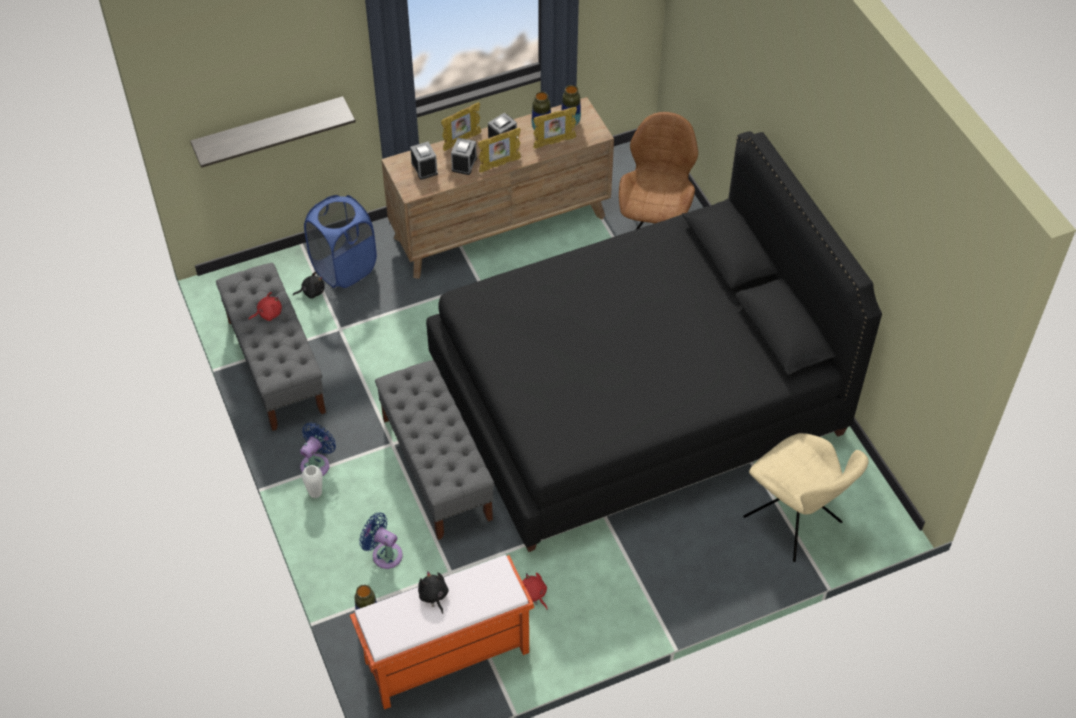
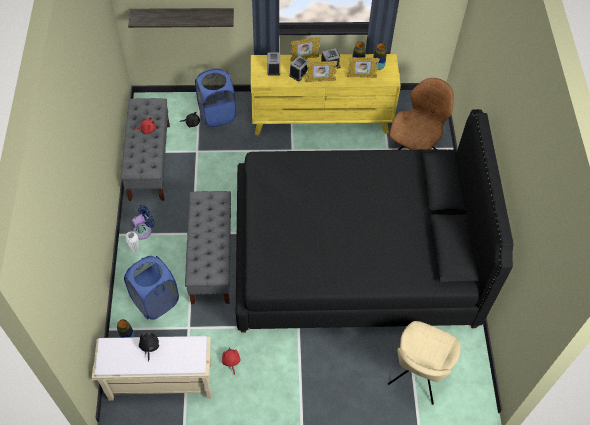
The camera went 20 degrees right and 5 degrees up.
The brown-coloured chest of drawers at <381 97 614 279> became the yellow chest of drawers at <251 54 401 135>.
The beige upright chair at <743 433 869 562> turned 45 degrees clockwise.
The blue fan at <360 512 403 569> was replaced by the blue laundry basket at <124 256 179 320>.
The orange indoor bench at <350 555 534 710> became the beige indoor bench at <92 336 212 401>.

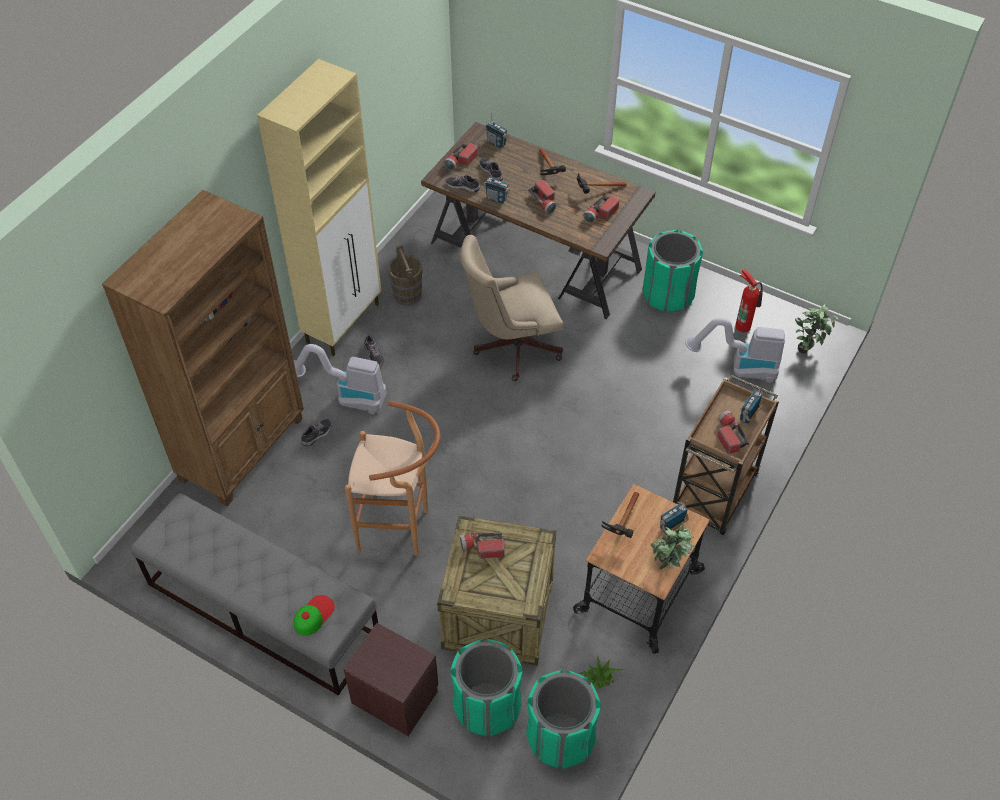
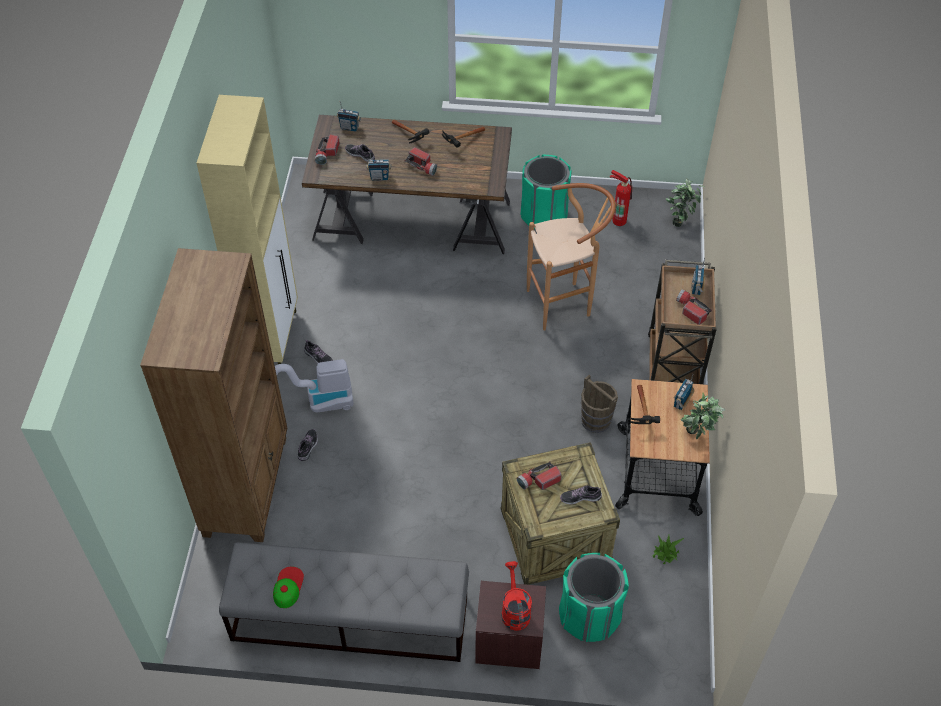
The camera went 25 degrees left and 0 degrees up.
The shoe moved from <446 174 480 192> to <560 486 602 504>.
The flashlight at <583 195 619 223> disappeared.
The beige office chair at <460 235 563 381> disappeared.
The brown-coloured water bucket moved from <388 245 422 306> to <581 375 618 433>.
The vacuum at <685 317 785 383> disappeared.
The brown-coloured sitting stool moved from <345 401 441 556> to <527 183 616 331>.
The cap moved from <294 595 335 636> to <273 566 304 608>.
The green trash can at <526 670 601 769> disappeared.
The reddish watering pot at <502 561 532 631> appeared.

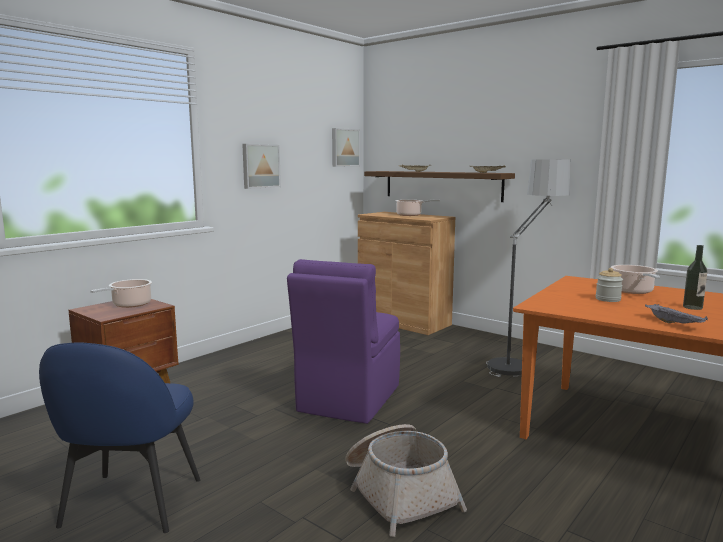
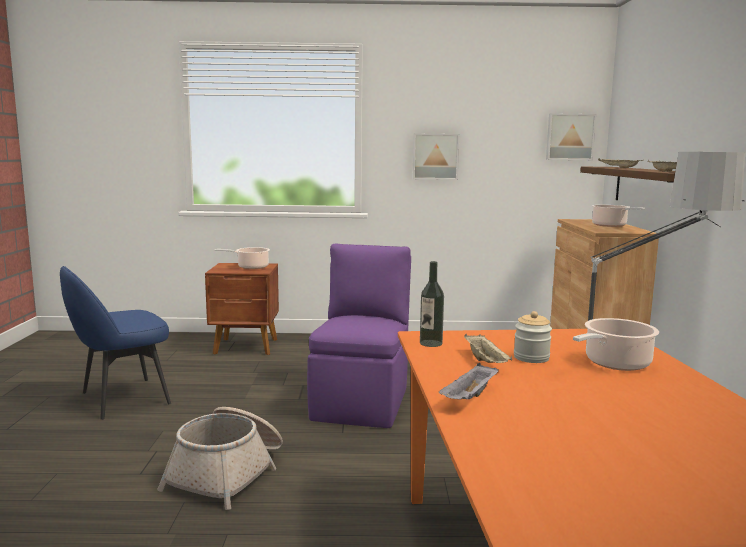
The camera went 50 degrees right and 0 degrees up.
The drink bottle moved from <683 245 707 310> to <420 261 444 347>.
The purple-coloured upright chair at <287 259 400 424> turned 120 degrees clockwise.
The beige tray at <464 334 512 363> appeared.

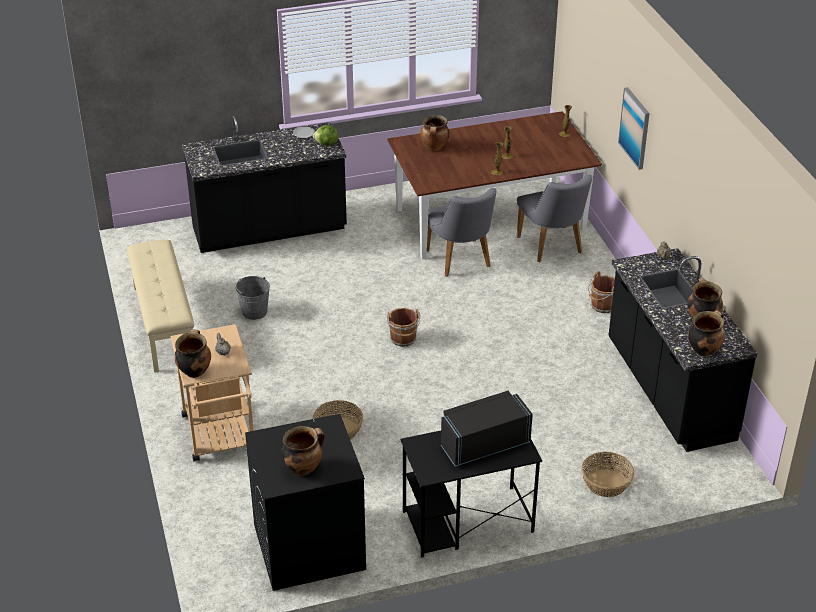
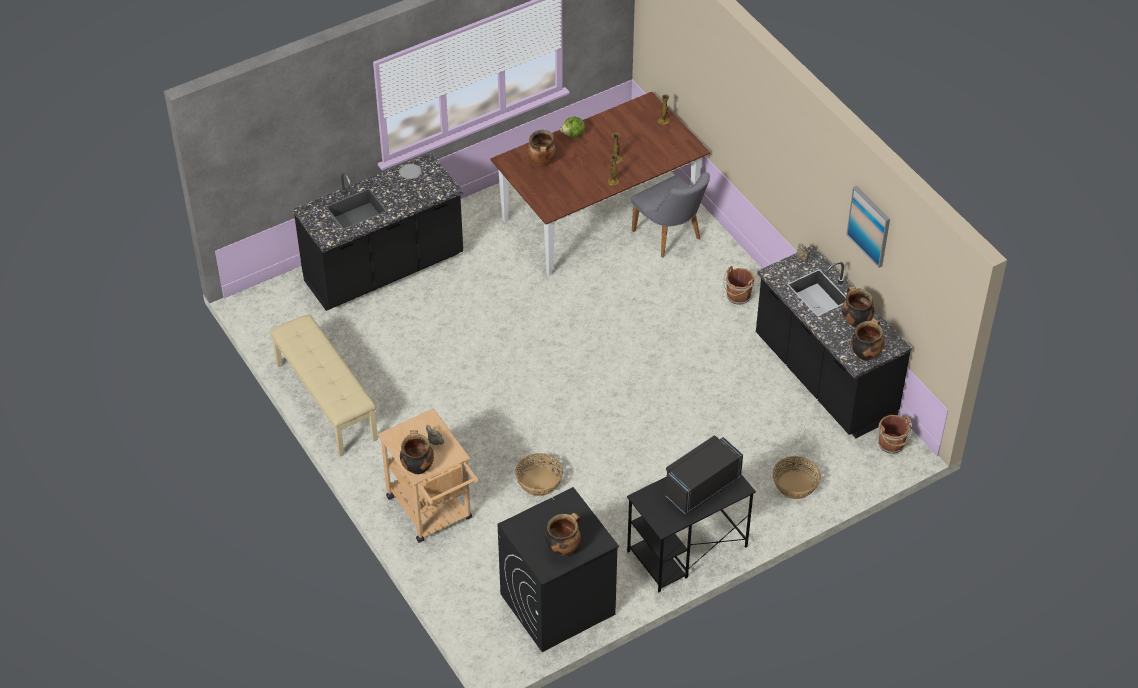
The camera went 15 degrees left and 10 degrees up.
The wall art moved from <618 87 650 170> to <846 186 890 268>.
The lettuce moved from <313 125 338 146> to <560 117 585 138>.
The greyish upright chair at <427 188 497 277> disappeared.
The greyish water bucket at <235 276 270 320> disappeared.
The brown-coloured water bucket moved from <387 308 420 347> to <878 415 912 454>.

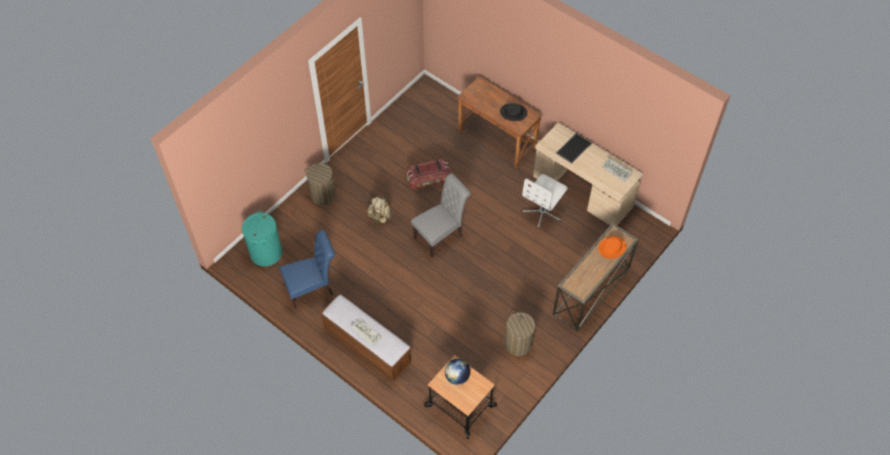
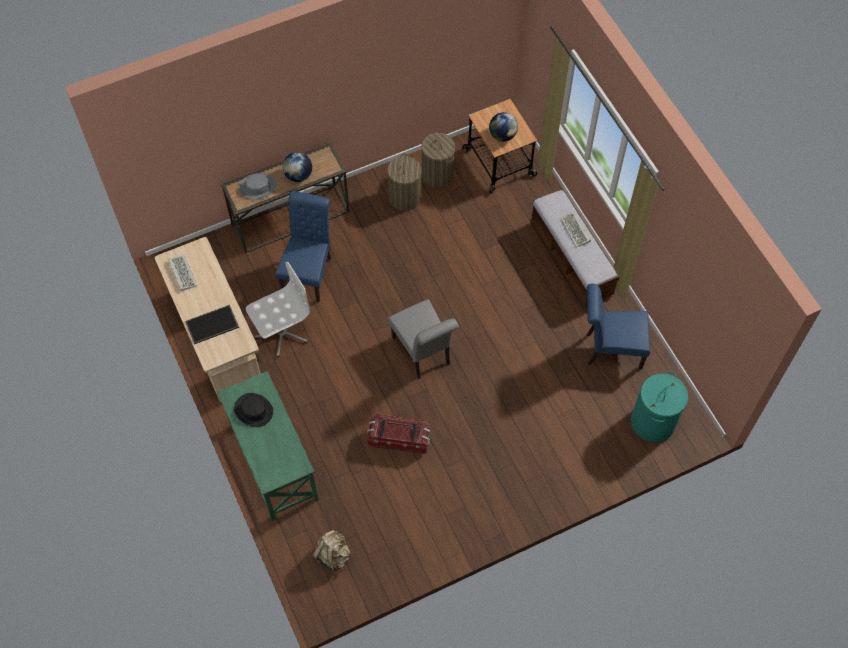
The camera went 155 degrees left and 5 degrees up.
The brown-coloured desk table at <457 76 543 168> became the green desk table at <217 371 319 521>.
The laundry basket moved from <305 163 336 205> to <421 133 455 187>.
The greyish upright chair at <411 173 471 258> turned 105 degrees counterclockwise.
The beige backpack moved from <367 196 392 225> to <312 530 351 574>.
The orange hat at <598 236 626 259> became the greyish hat at <239 173 276 199>.
The globe at <282 152 312 182> appeared.
The blue upright chair at <275 191 332 302> appeared.

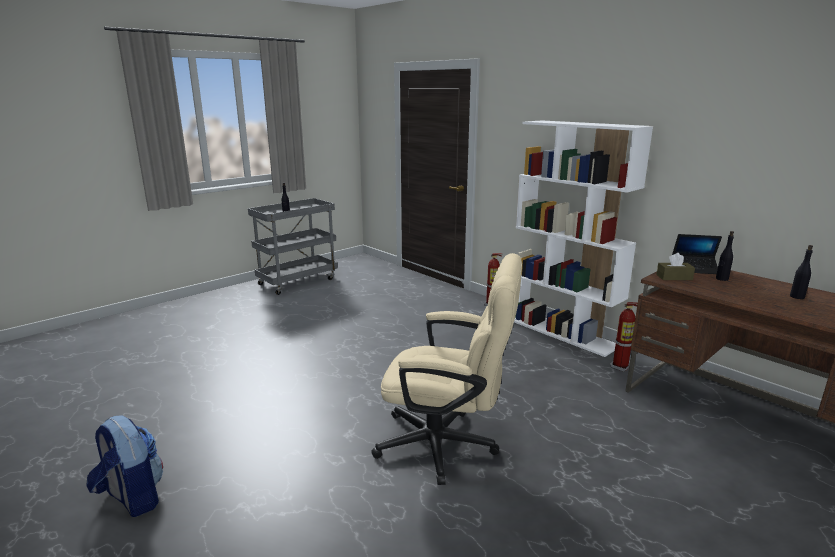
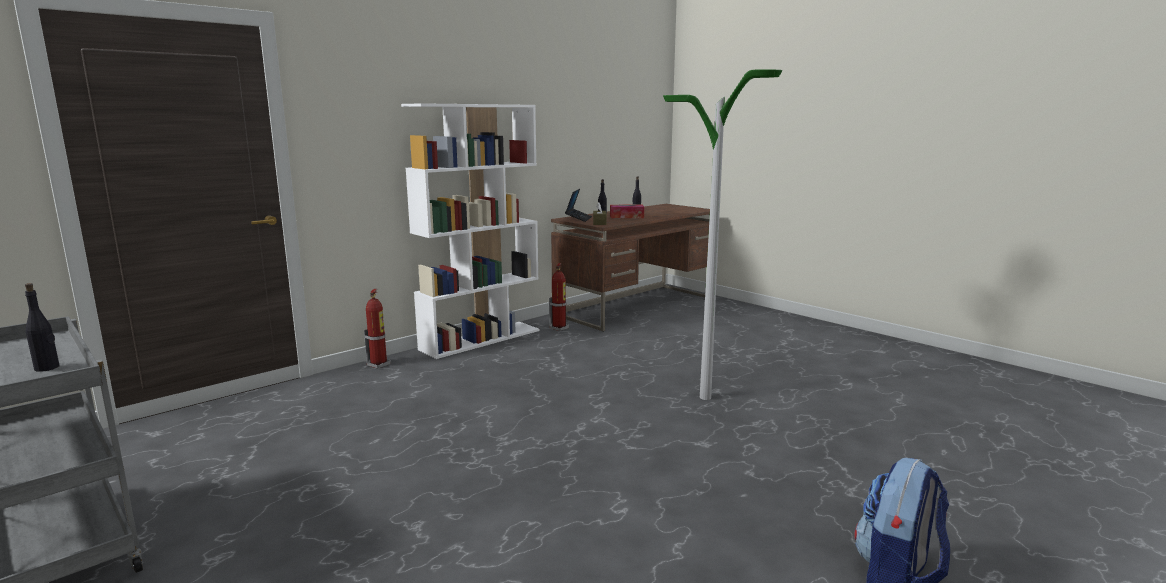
The camera went 90 degrees left and 5 degrees down.
The beige office chair at <371 253 522 485> was replaced by the floor lamp at <663 70 782 400>.
The box of tissues at <610 205 644 218> appeared.

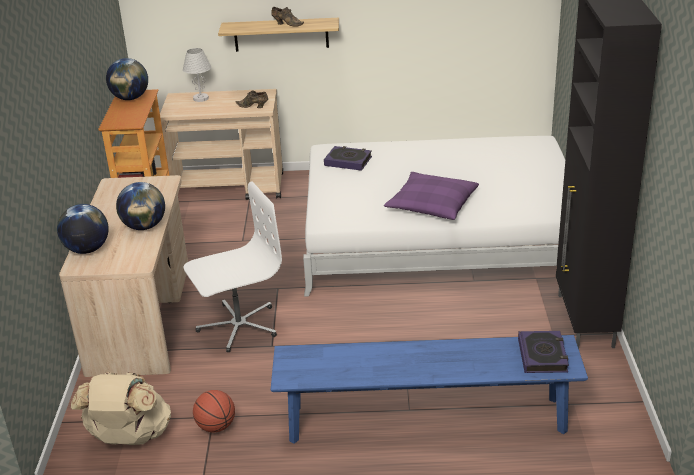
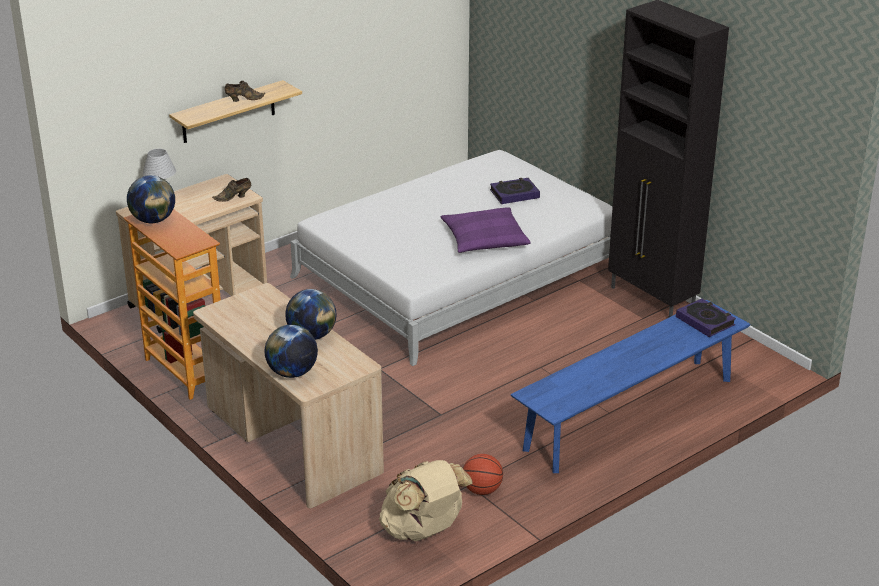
The camera went 40 degrees left and 0 degrees up.
The volume moved from <324 146 372 171> to <490 178 540 204>.
The white-coloured office chair at <184 181 282 353> disappeared.

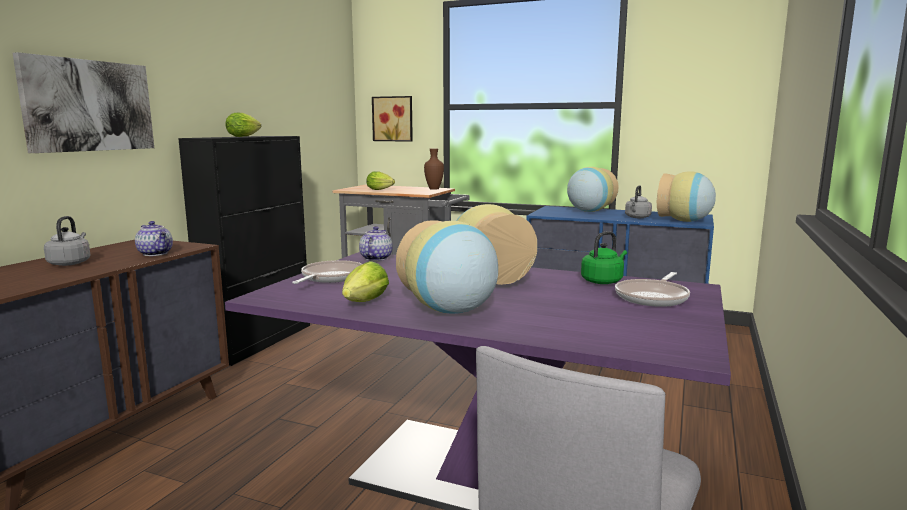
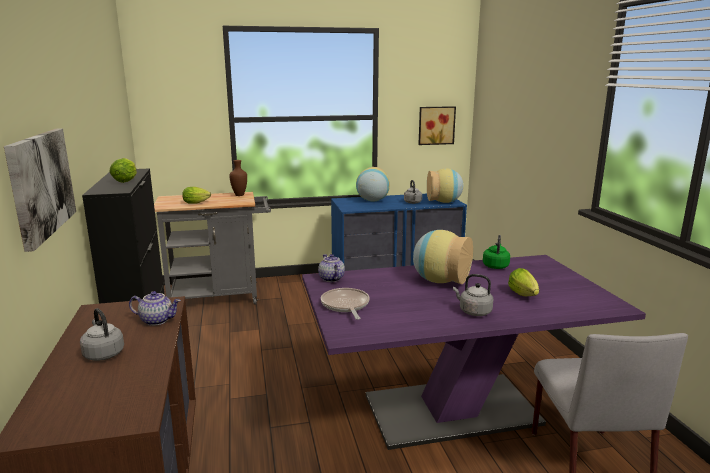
The camera went 35 degrees left and 5 degrees up.
The wall art moved from <372 96 413 142> to <418 106 456 145>.
The flower vase at <396 220 498 314> was replaced by the greyish kettle at <453 274 493 316>.
The lettuce moved from <342 261 389 302> to <508 268 539 296>.
The frying pan at <615 272 690 307> disappeared.

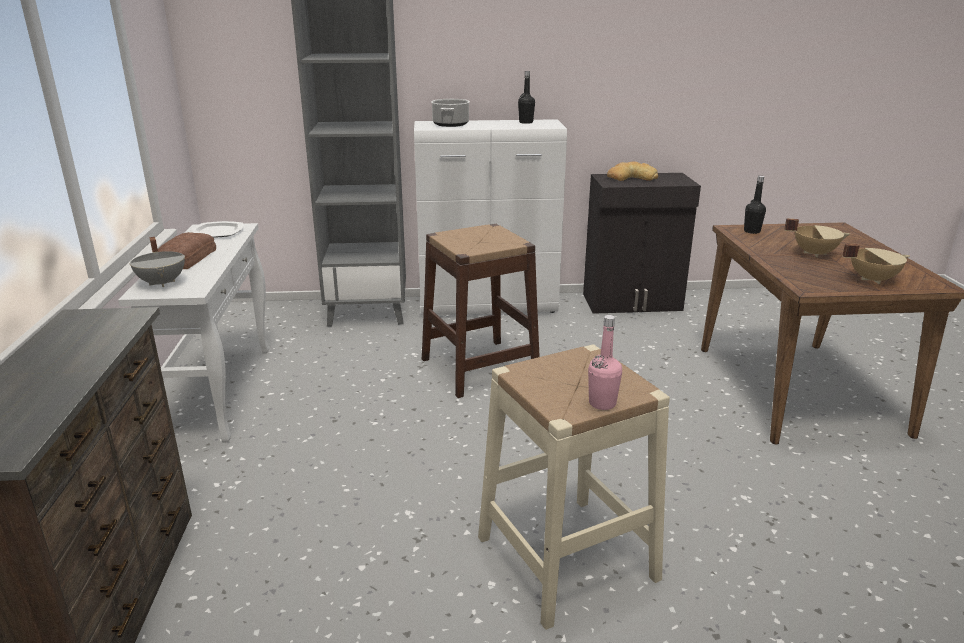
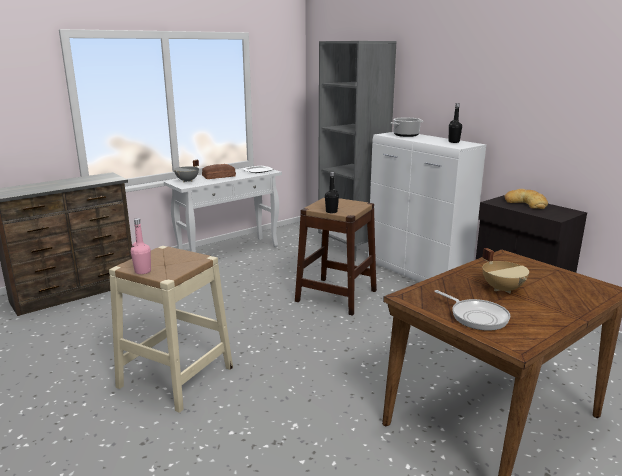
The camera went 55 degrees right and 5 degrees down.
The blackish drink bottle moved from <744 176 766 234> to <325 172 339 213>.
The beige cooking pot at <842 244 909 284> was replaced by the frying pan at <435 290 510 331>.

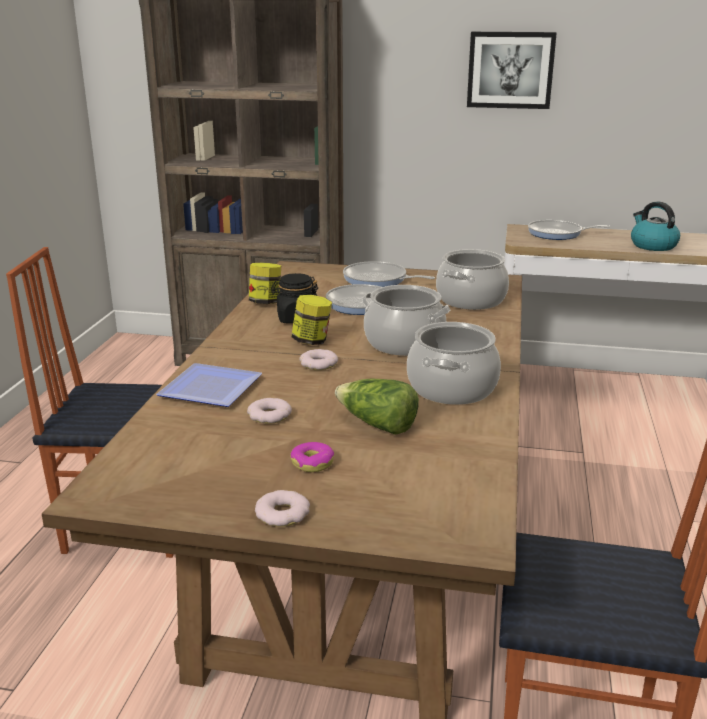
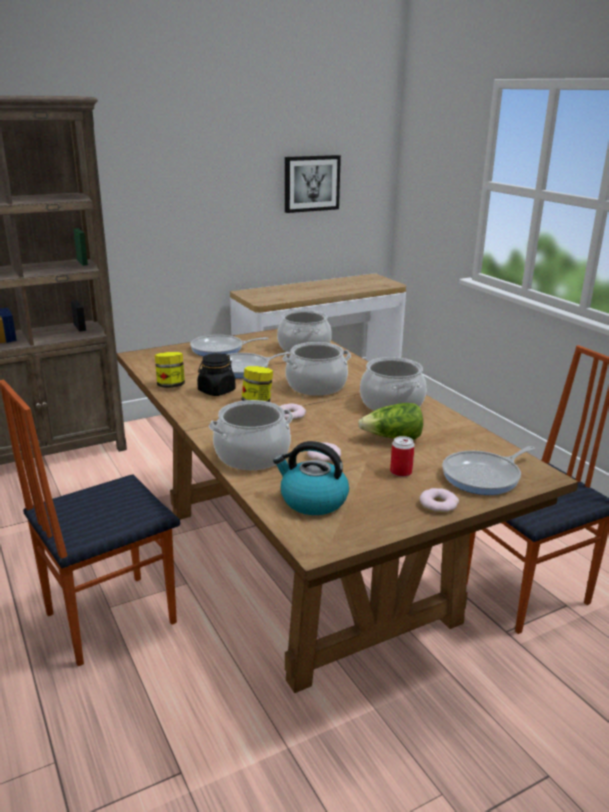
The camera went 40 degrees left and 0 degrees up.
The wall art moved from <467 32 557 109> to <285 155 341 213>.
The kettle moved from <631 202 680 251> to <273 441 349 515>.
The frying pan moved from <528 220 610 240> to <442 446 535 495>.
The flat dish at <156 363 262 407> was replaced by the cooking pot at <209 400 293 470>.
The ring doughnut at <290 442 334 472> was replaced by the can at <390 436 415 477>.

